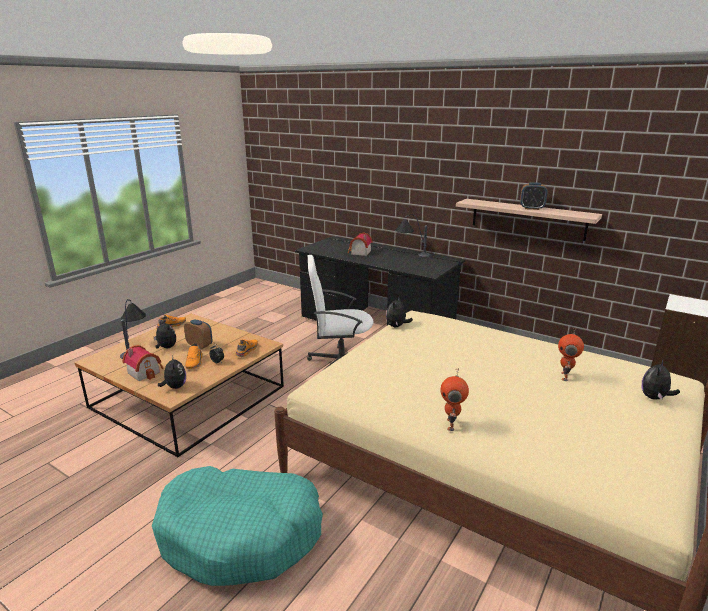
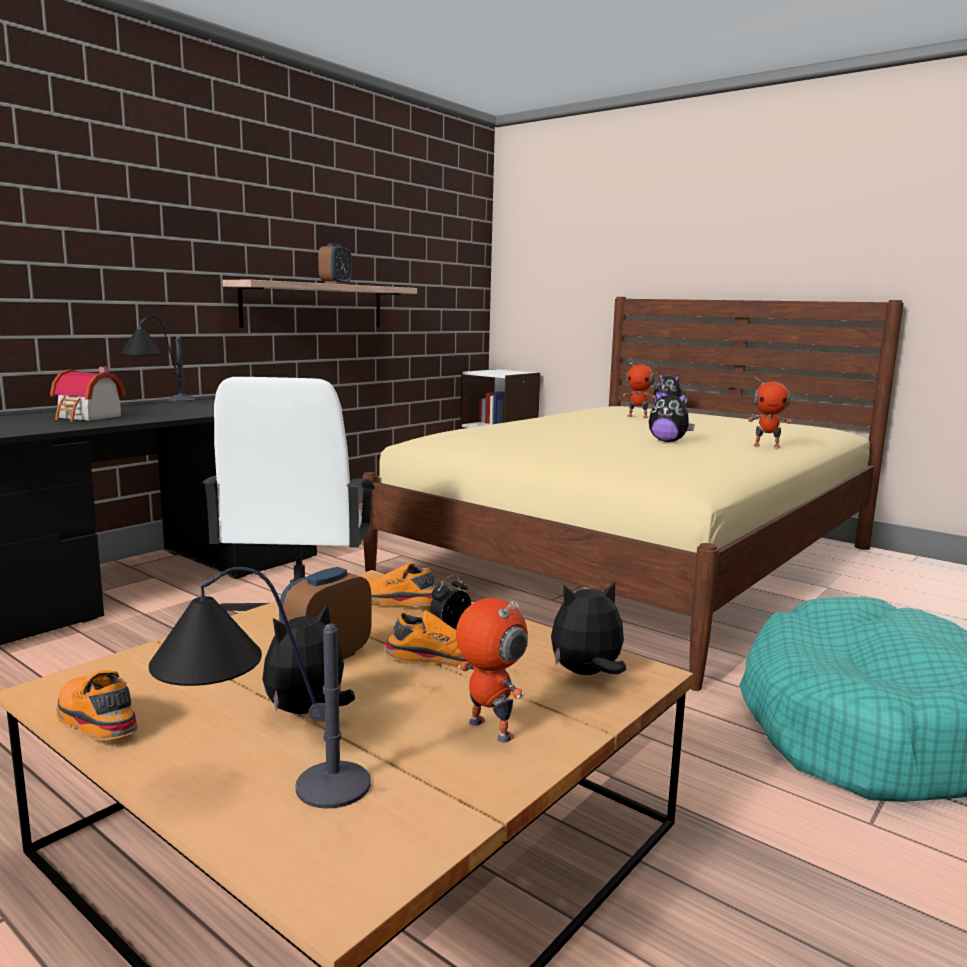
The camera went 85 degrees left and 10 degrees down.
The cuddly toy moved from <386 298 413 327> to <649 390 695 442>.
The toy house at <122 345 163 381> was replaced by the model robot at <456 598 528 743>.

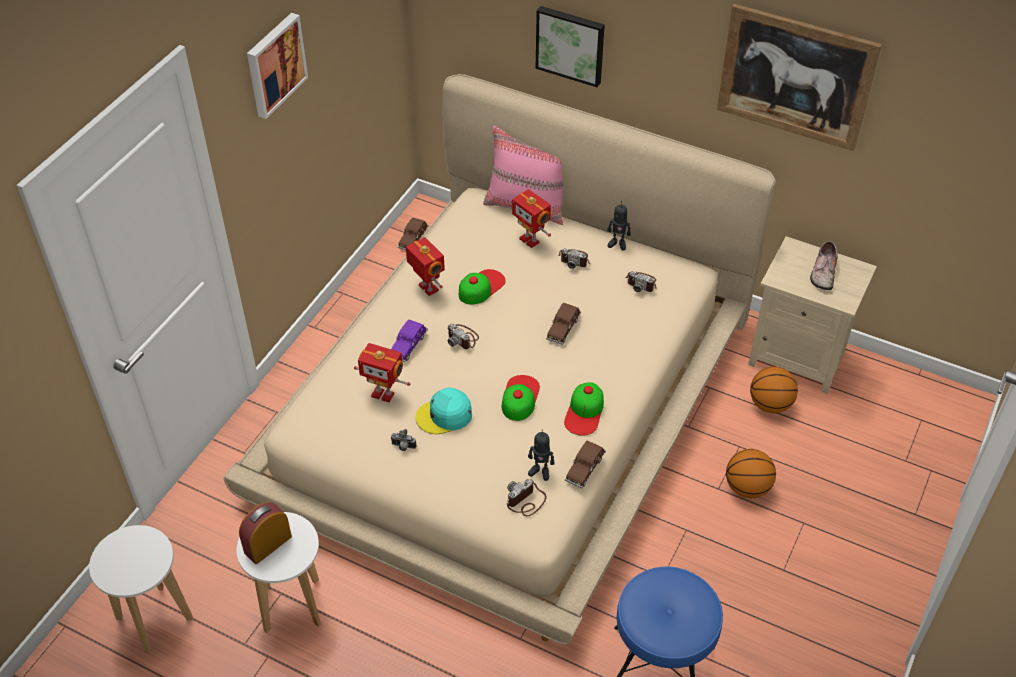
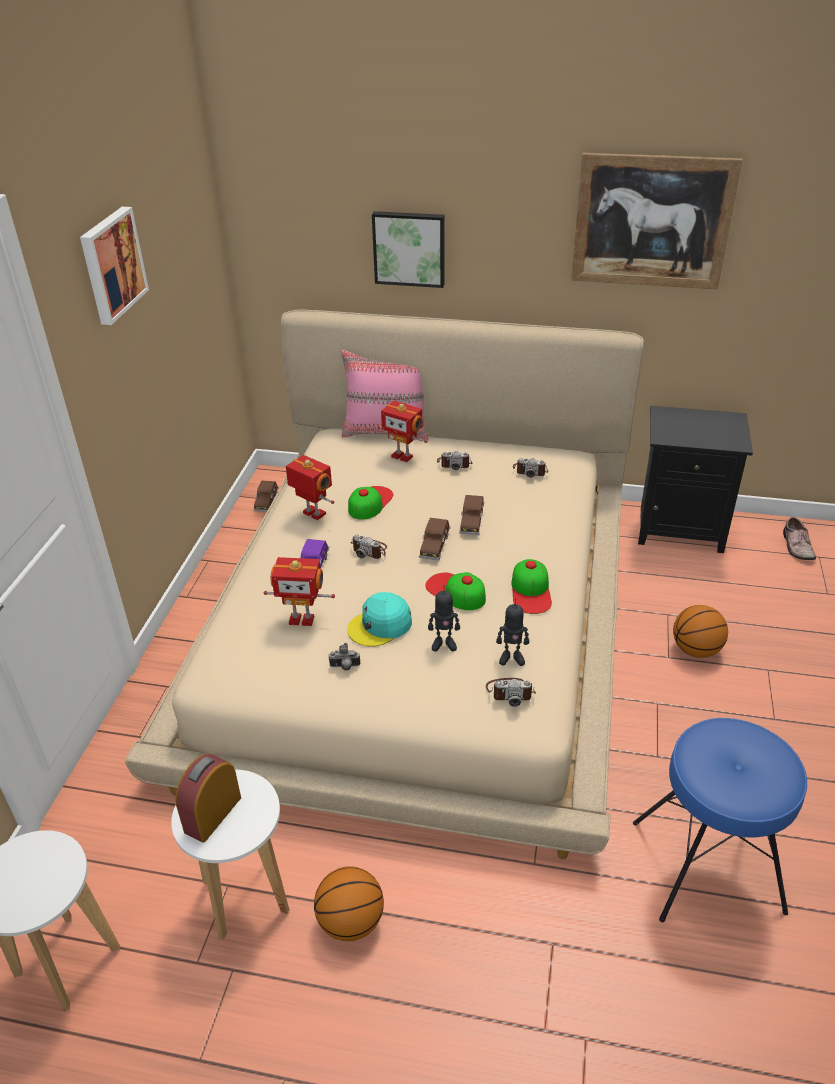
The camera went 15 degrees left and 10 degrees down.
The model robot moved from <608 201 631 251> to <428 585 460 652>.
The beige bedside table at <748 236 877 394> became the blackish bedside table at <638 406 753 553>.
The shoe moved from <810 241 838 290> to <783 517 816 560>.
The basketball moved from <750 367 798 413> to <314 866 384 941>.
The cap at <502 375 540 421> turned 45 degrees counterclockwise.
The brown-coloured model car moved from <565 441 606 489> to <419 518 450 561>.
The photo camera at <507 479 547 516> turned 120 degrees counterclockwise.

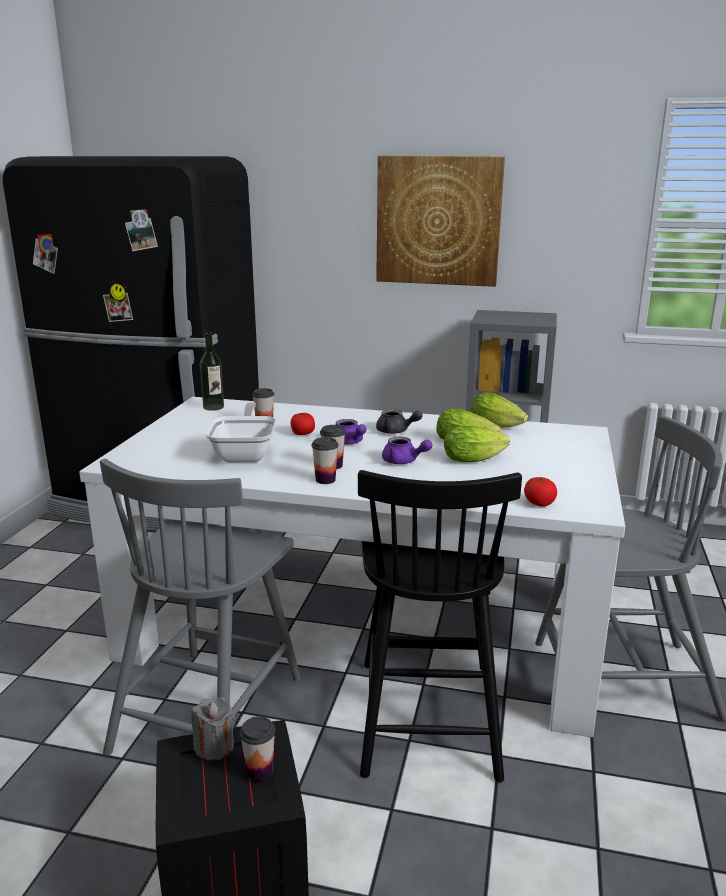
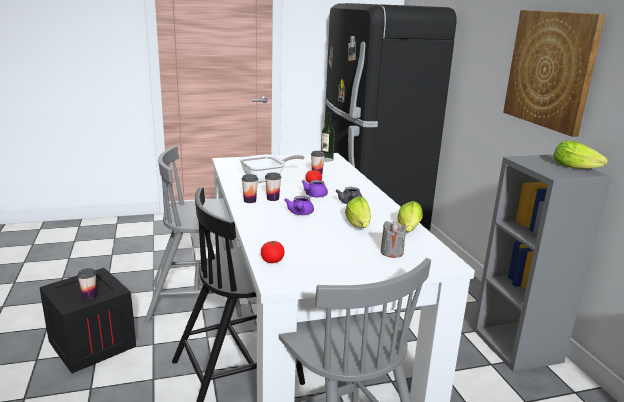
The camera went 60 degrees right and 0 degrees up.
The lettuce moved from <444 425 510 462> to <554 140 608 169>.
The greyish wax light moved from <191 697 235 761> to <381 221 406 258>.

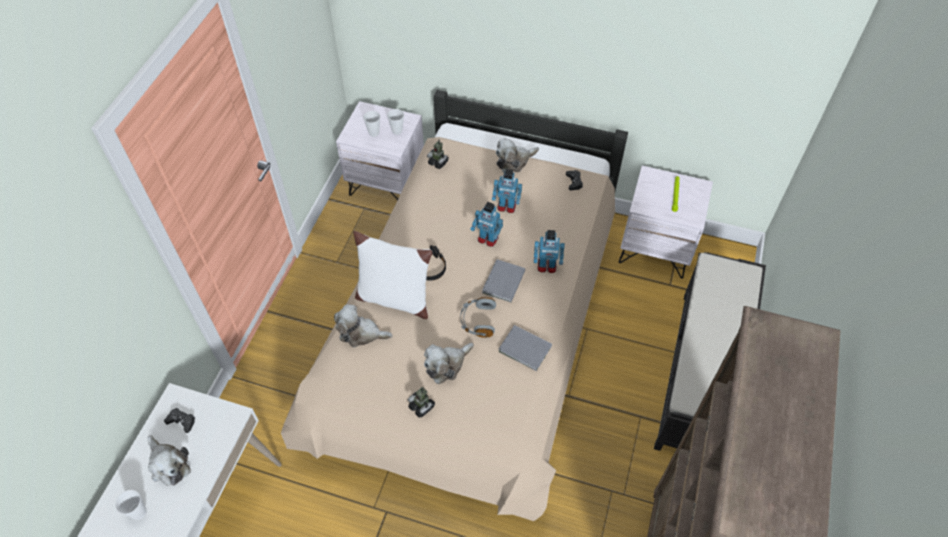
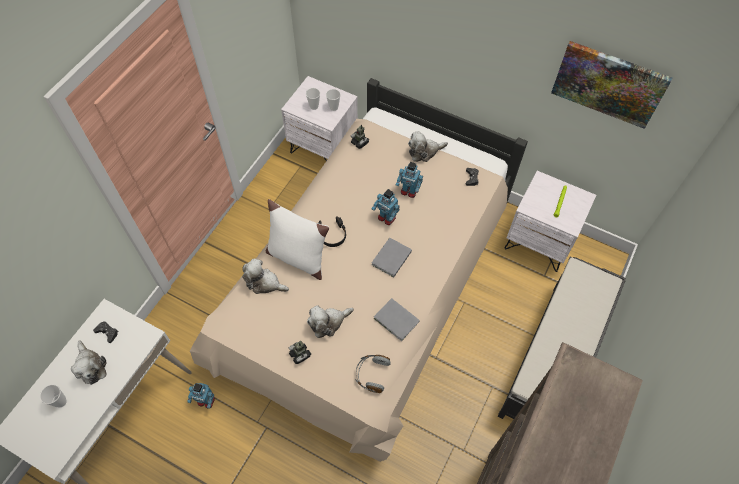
The camera went 10 degrees right and 5 degrees up.
The model robot moved from <534 230 565 273> to <187 383 215 409>.
The greyish pair of headphones moved from <460 297 496 338> to <355 355 390 393>.
The wall art at <551 41 672 129> appeared.

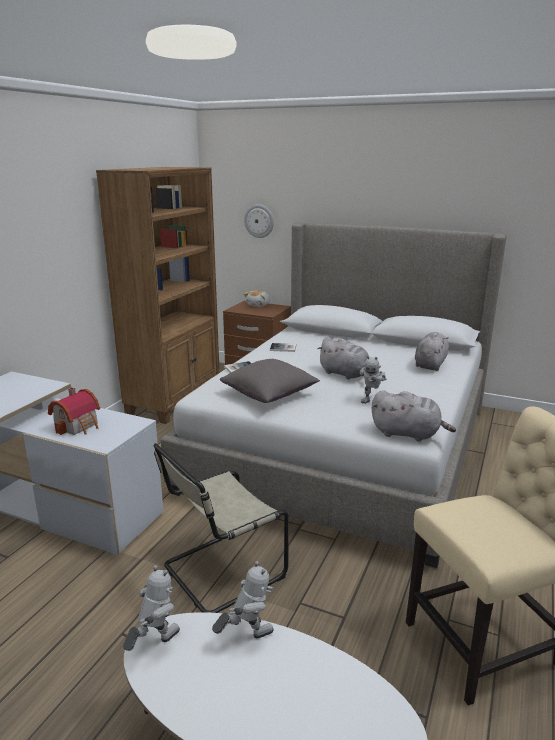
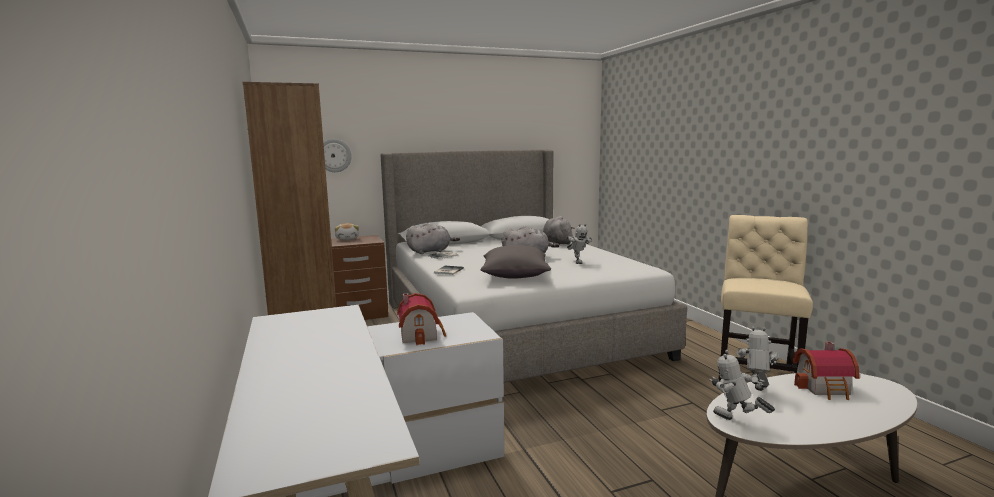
The camera went 45 degrees left and 10 degrees down.
The greyish cuddly toy moved from <371 390 456 442> to <406 223 460 254>.
The beige upright chair at <154 443 289 613> disappeared.
The model robot at <123 565 180 651> turned 45 degrees counterclockwise.
The toy house at <792 342 860 400> appeared.

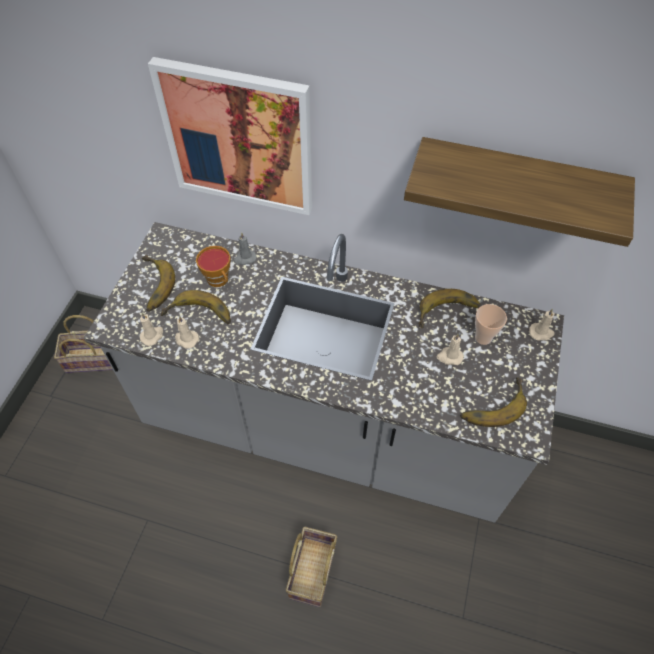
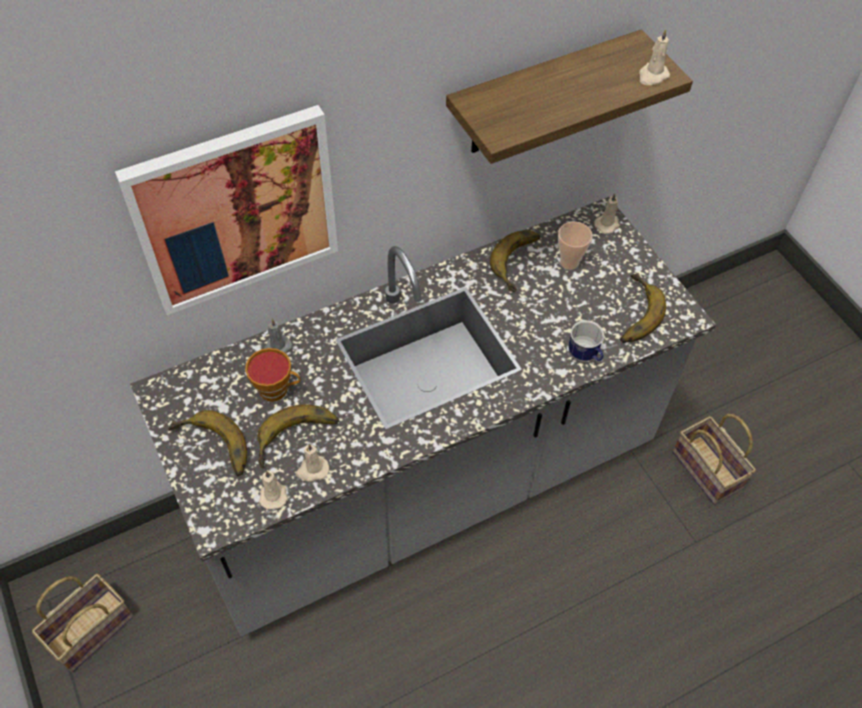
The camera went 45 degrees left and 0 degrees up.
The beige wax light moved from <437 334 463 365> to <639 29 670 85>.
The storage basket moved from <286 527 337 607> to <673 414 756 505>.
The tea mug at <568 320 604 362> appeared.

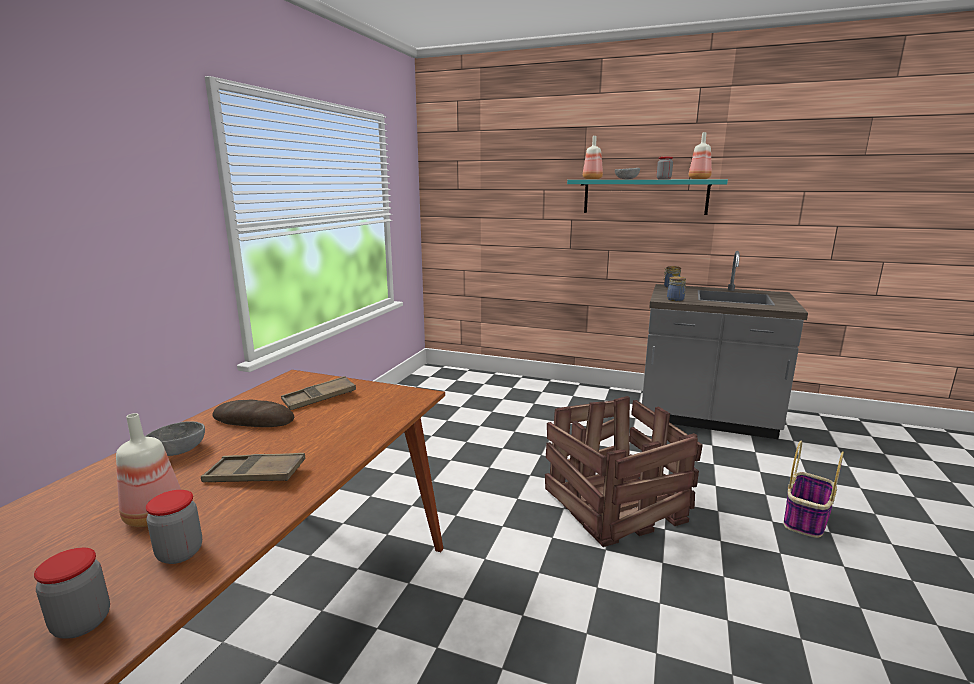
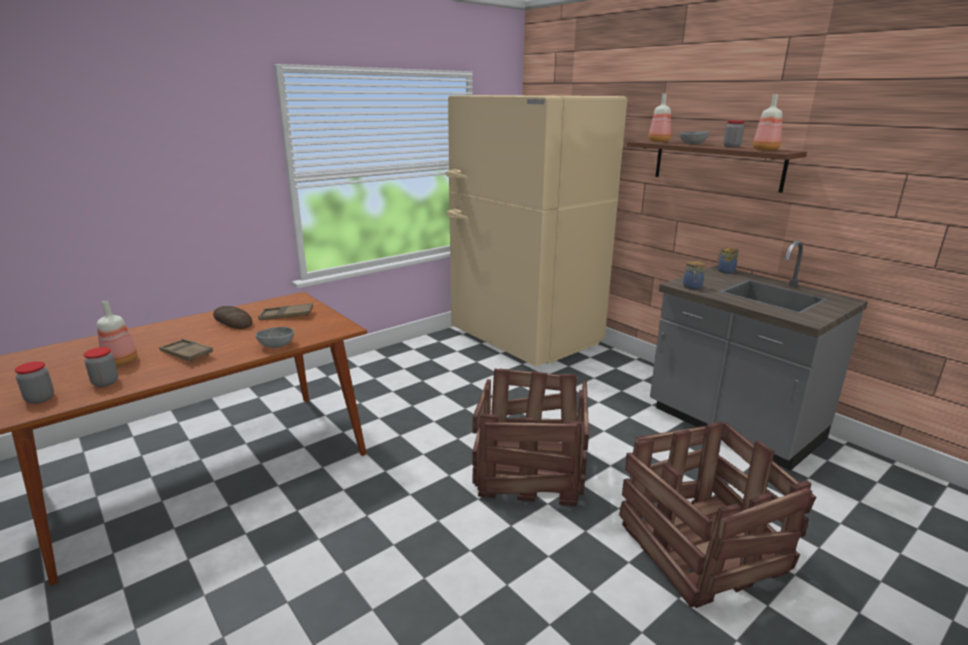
The camera went 30 degrees right and 5 degrees up.
The blue-green wall shelf at <567 180 728 215> became the brown-coloured wall shelf at <627 140 807 193>.
The greyish deep dish moved from <145 421 205 456> to <255 327 294 348>.
The storage basket at <783 441 844 538> was replaced by the packing crate at <619 421 816 608>.
The beige fridge at <445 95 627 366> appeared.

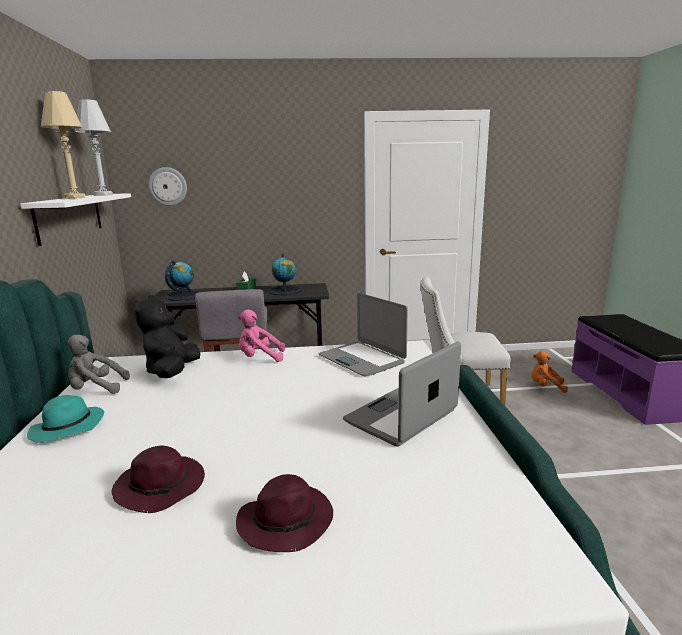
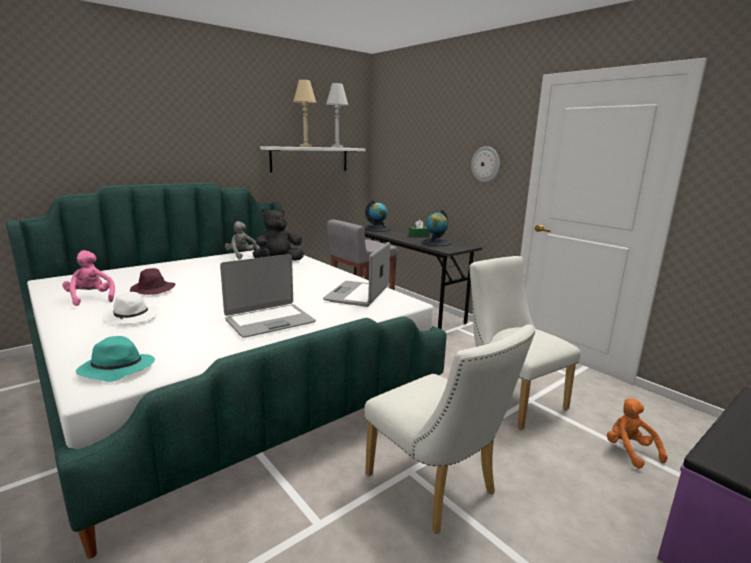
The camera went 55 degrees right and 0 degrees up.
The hanging clock moved from <148 167 187 206> to <471 146 500 182>.
The pink cuddly toy moved from <238 310 285 362> to <62 250 115 306>.
The portable computer at <343 342 461 447> turned 135 degrees clockwise.
The blue-green hat moved from <27 395 104 442> to <76 336 155 382>.
The purple-coloured hat at <236 474 333 552> became the white-coloured hat at <103 292 159 326>.
The white-coloured upright chair at <365 324 535 534> appeared.

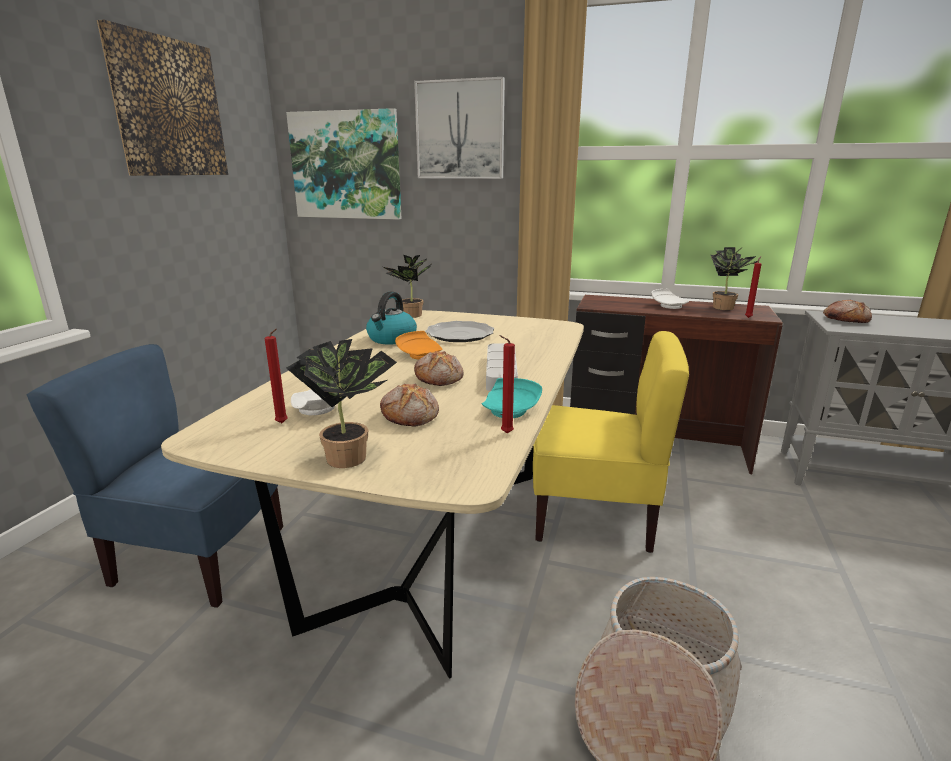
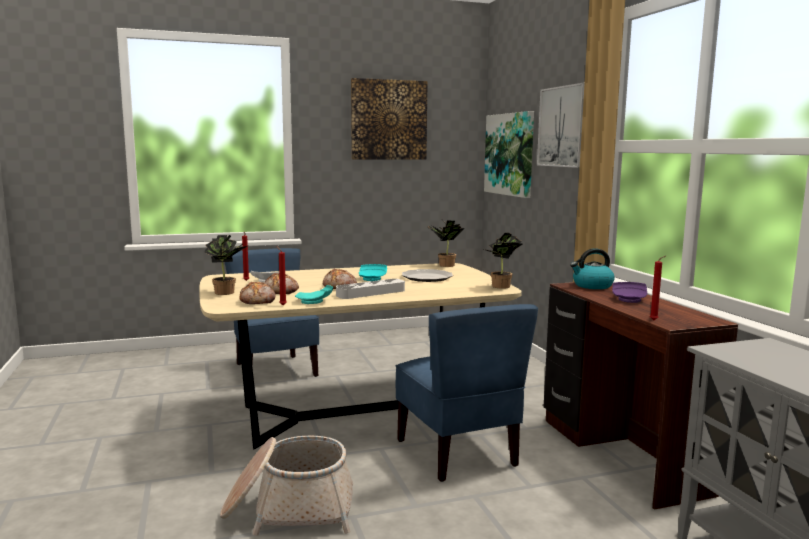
The camera went 55 degrees right and 10 degrees down.
The plant in a pot moved from <711 247 760 310> to <484 232 522 289>.
The white-coloured flat dish at <651 289 689 309> became the purple-coloured flat dish at <612 282 647 303>.
The kettle moved from <366 292 417 344> to <570 248 615 289>.
The bread moved from <823 300 872 323> to <239 282 276 304>.
The orange flat dish at <395 331 443 360> became the blue-green flat dish at <359 264 387 281>.
The yellow upright chair at <533 331 689 553> became the blue upright chair at <396 304 538 482>.

